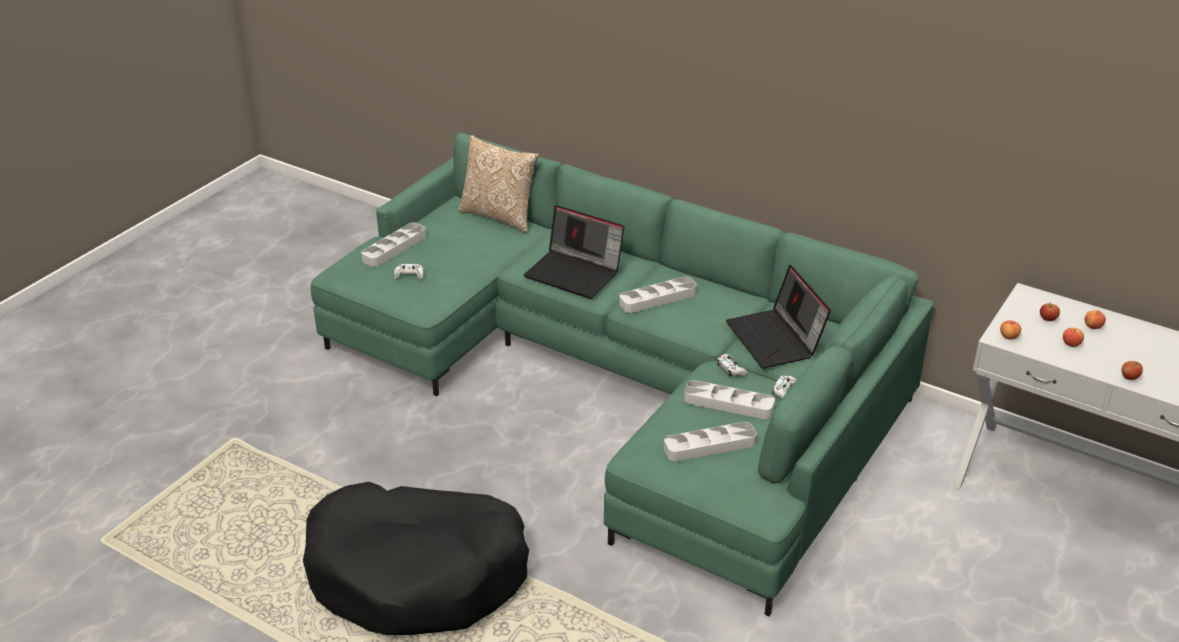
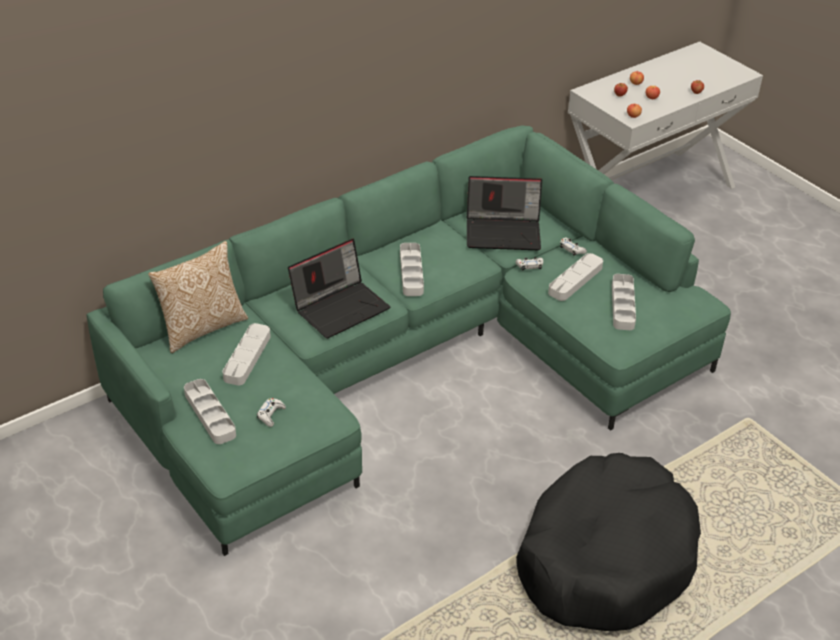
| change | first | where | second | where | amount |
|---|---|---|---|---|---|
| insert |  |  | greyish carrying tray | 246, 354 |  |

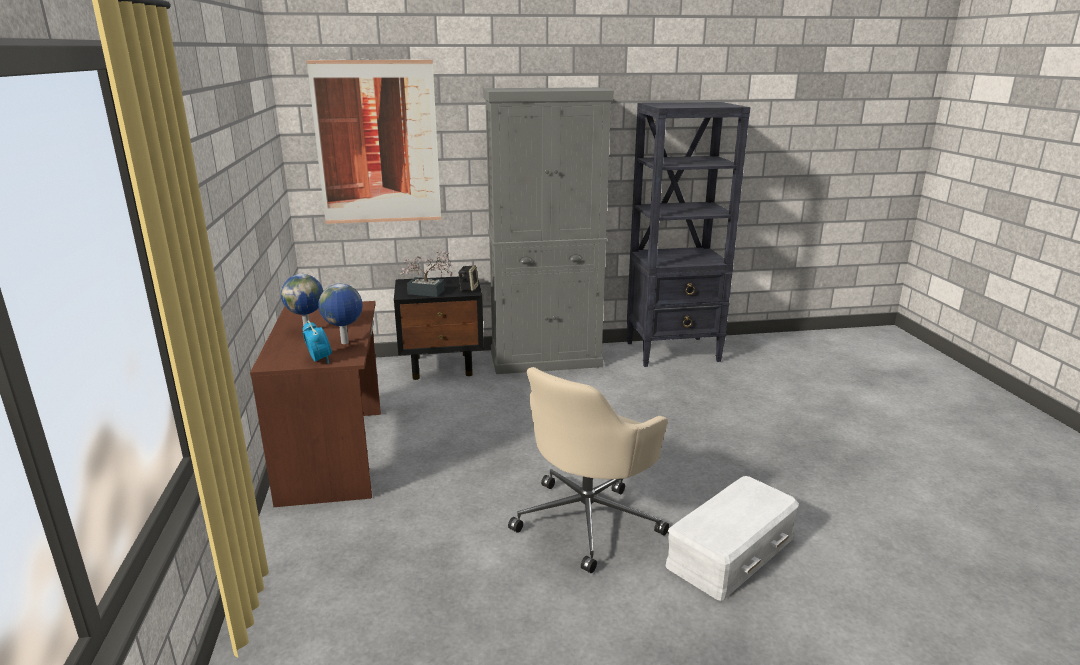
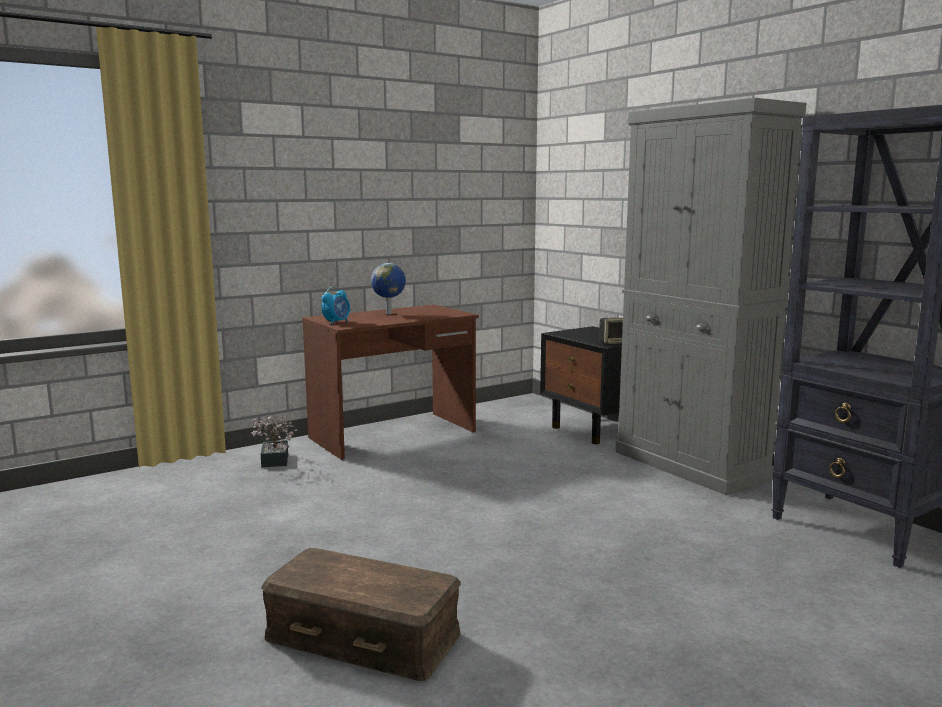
| change | first | where | second | where | amount |
|---|---|---|---|---|---|
| delete | wall art | 373, 141 |  |  |  |
| delete | world globe | 340, 314 |  |  |  |
| move | plant in a pot | 426, 273 |  | 274, 441 |  |
| delete | beige-coloured computer chair | 588, 470 |  |  |  |
| recolor | white storage container | 732, 538 | brown storage container | 361, 614 |  |

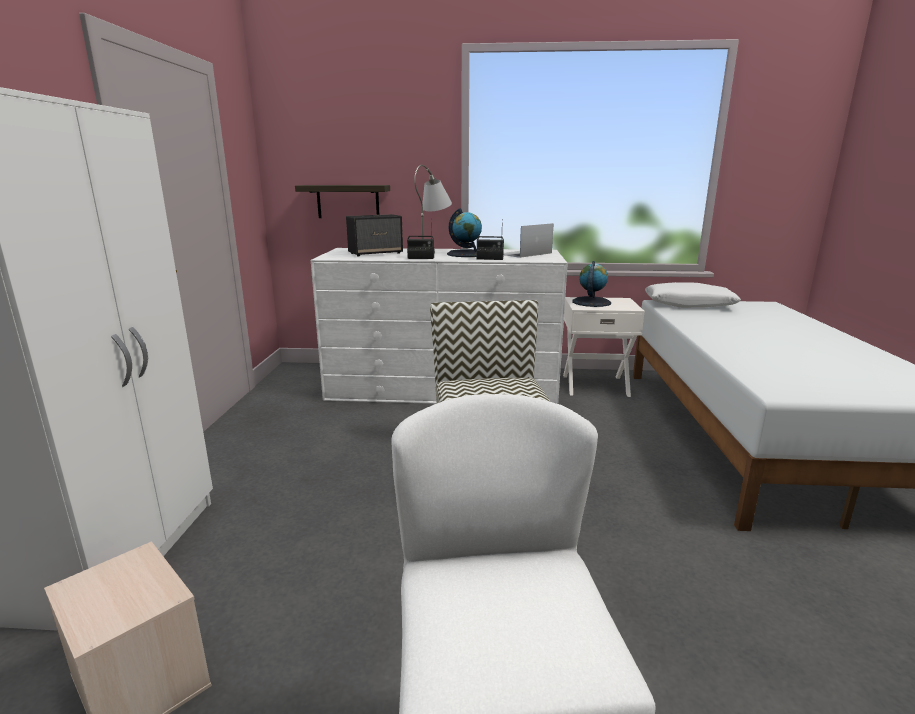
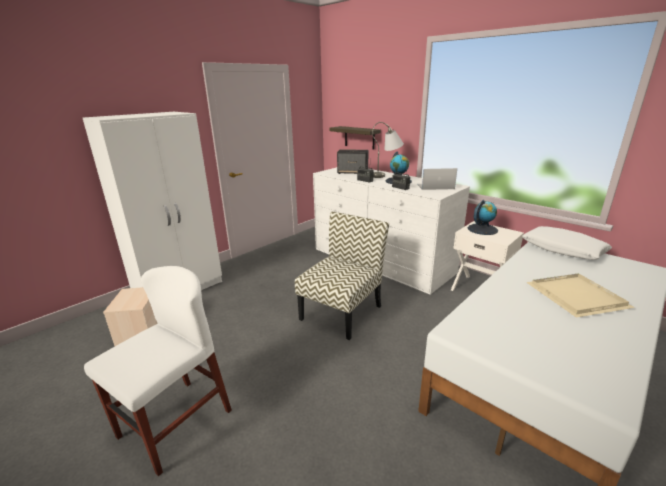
| change | first | where | second | where | amount |
|---|---|---|---|---|---|
| insert |  |  | beige-coloured carrying tray | 580, 295 |  |

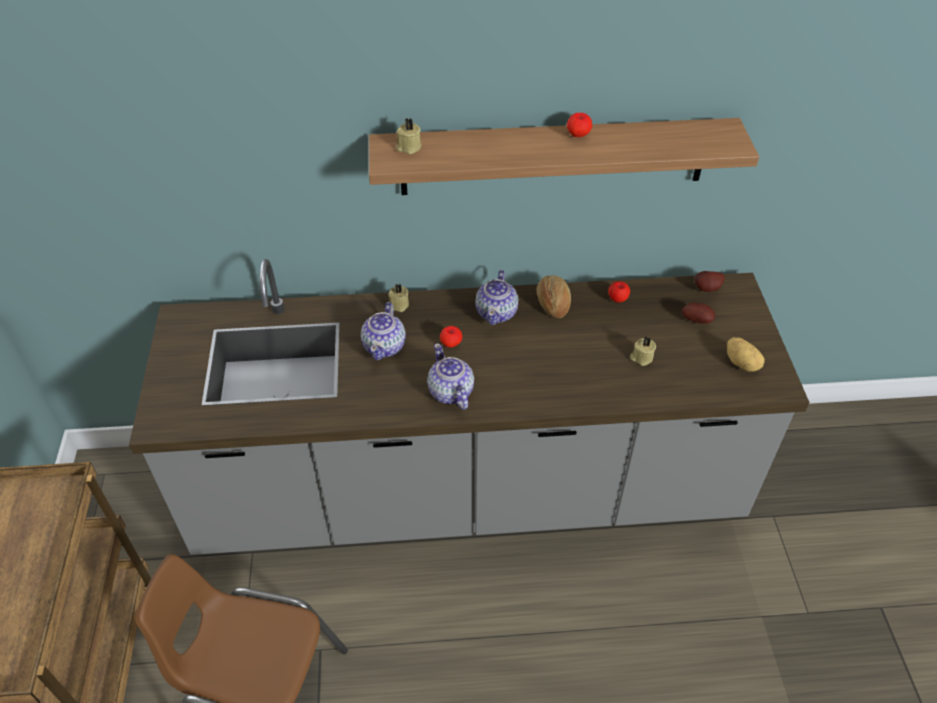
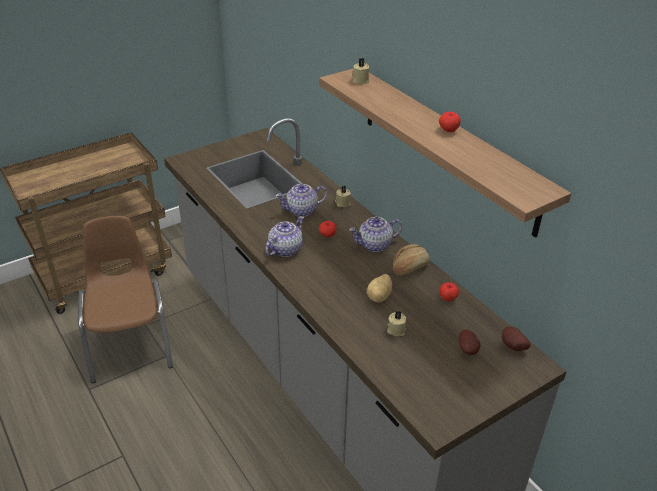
| change | first | where | second | where | amount |
|---|---|---|---|---|---|
| move | whole potato | 746, 354 |  | 379, 288 |  |

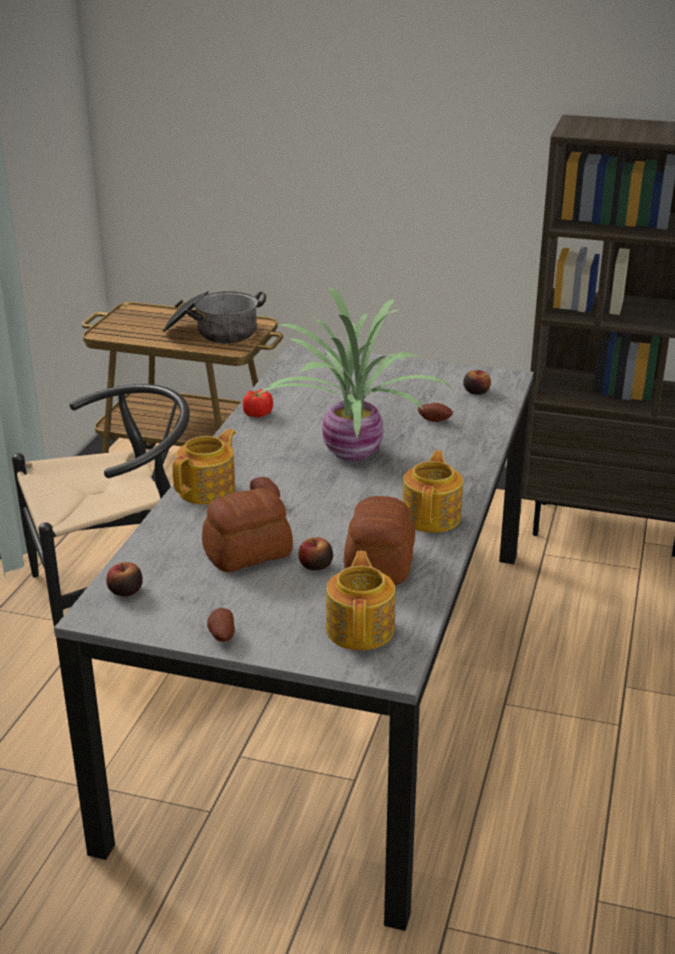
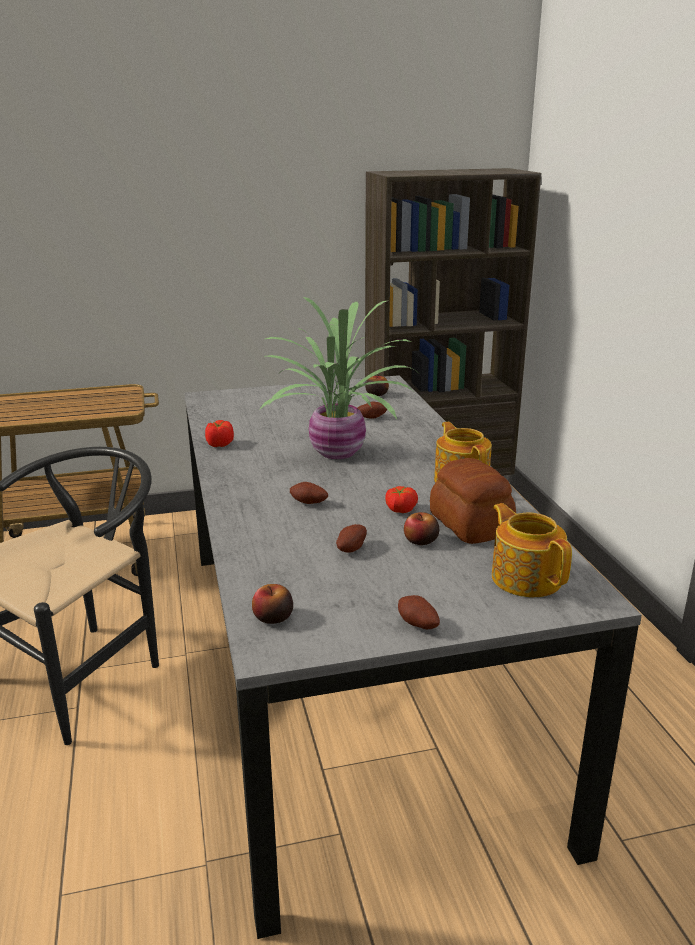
| change | first | where | second | where | amount |
|---|---|---|---|---|---|
| delete | cooking pot | 214, 317 |  |  |  |
| delete | tea pot | 204, 467 |  |  |  |
| replace | baked bread | 247, 530 | whole potato | 351, 538 |  |
| insert |  |  | tomato | 401, 499 |  |

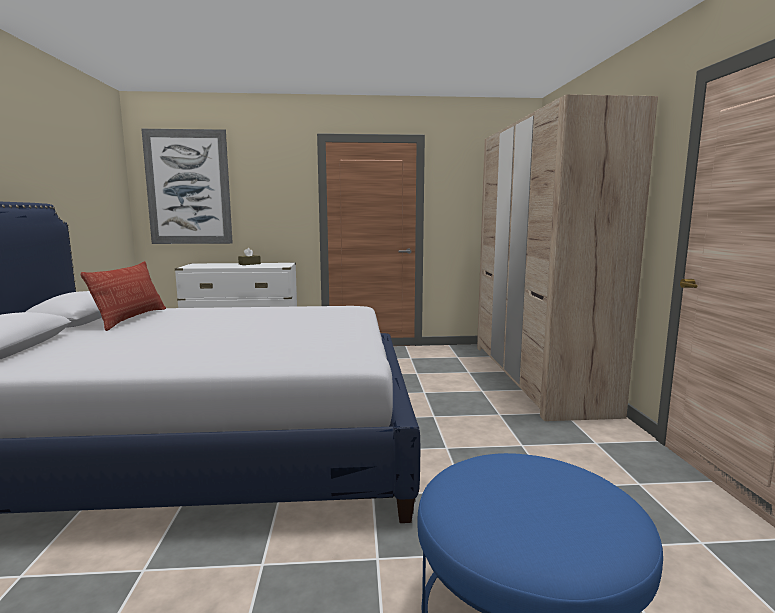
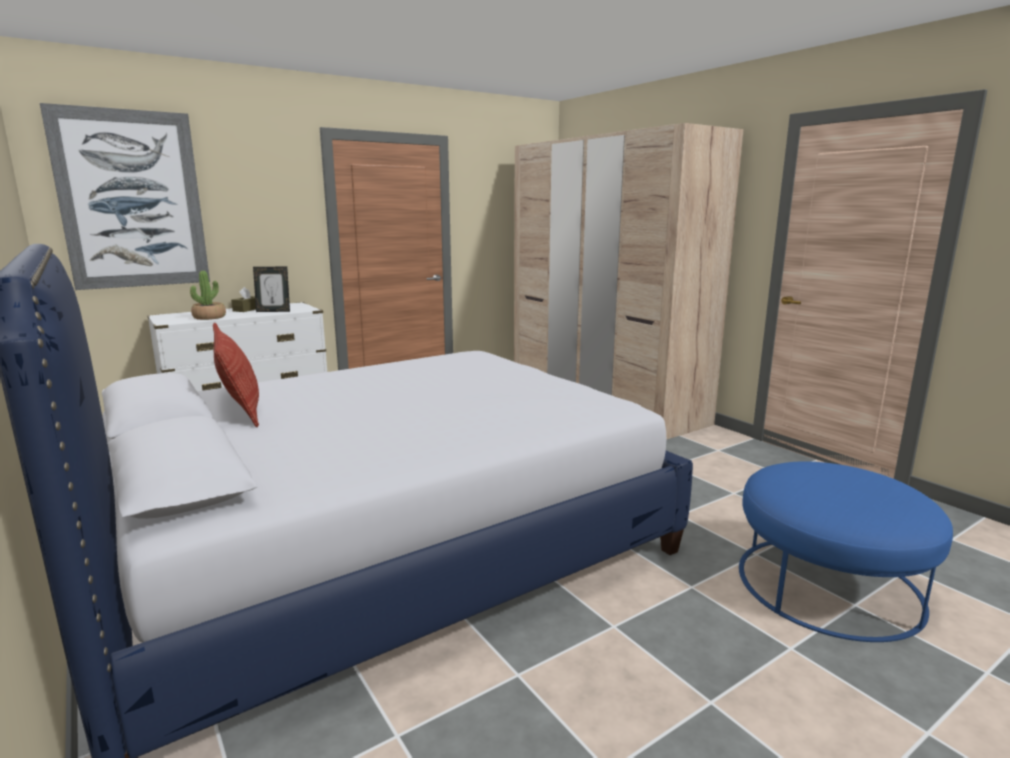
| change | first | where | second | where | amount |
|---|---|---|---|---|---|
| insert |  |  | plant in a pot | 208, 295 |  |
| insert |  |  | standing frame | 271, 289 |  |

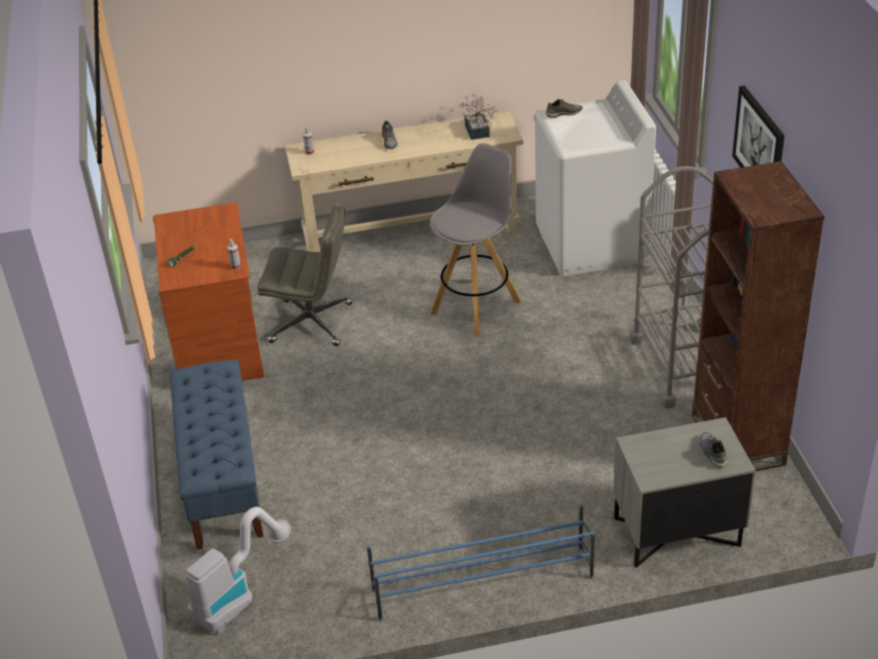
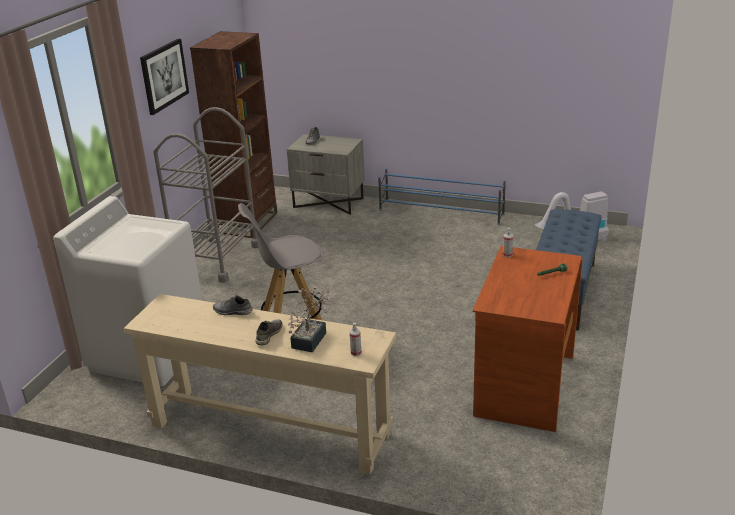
| change | first | where | second | where | amount |
|---|---|---|---|---|---|
| delete | greyish computer chair | 304, 275 |  |  |  |
| move | plant in a pot | 478, 117 |  | 310, 319 |  |
| move | greyish item of footwear | 564, 108 |  | 233, 305 |  |

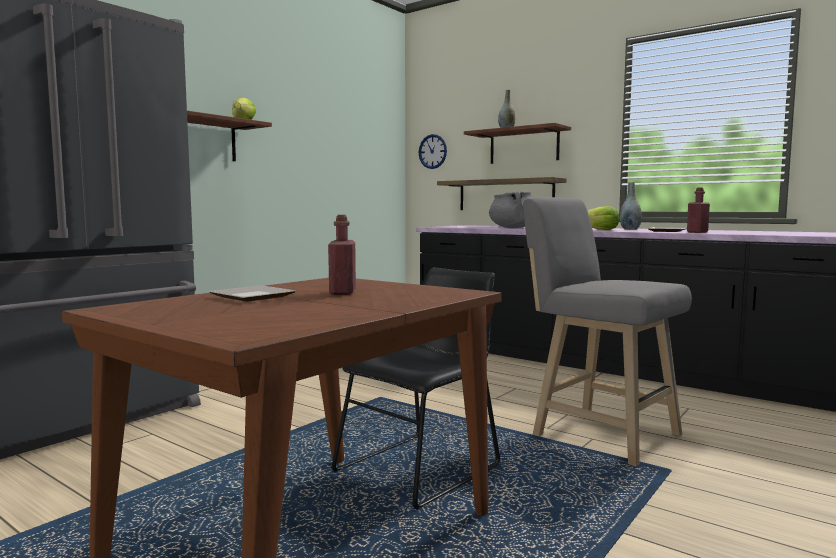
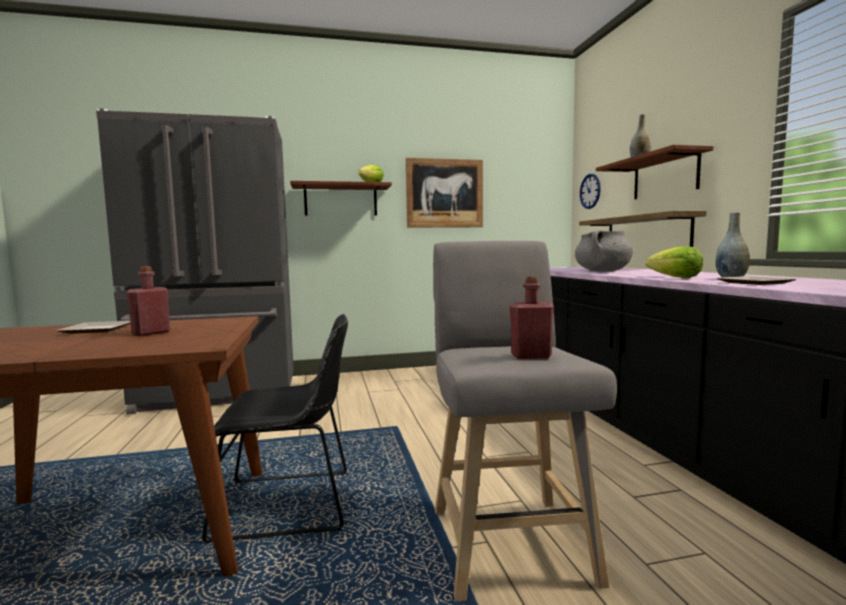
| change | first | where | second | where | amount |
|---|---|---|---|---|---|
| move | red drink bottle | 698, 210 |  | 532, 317 |  |
| insert |  |  | wall art | 444, 193 |  |

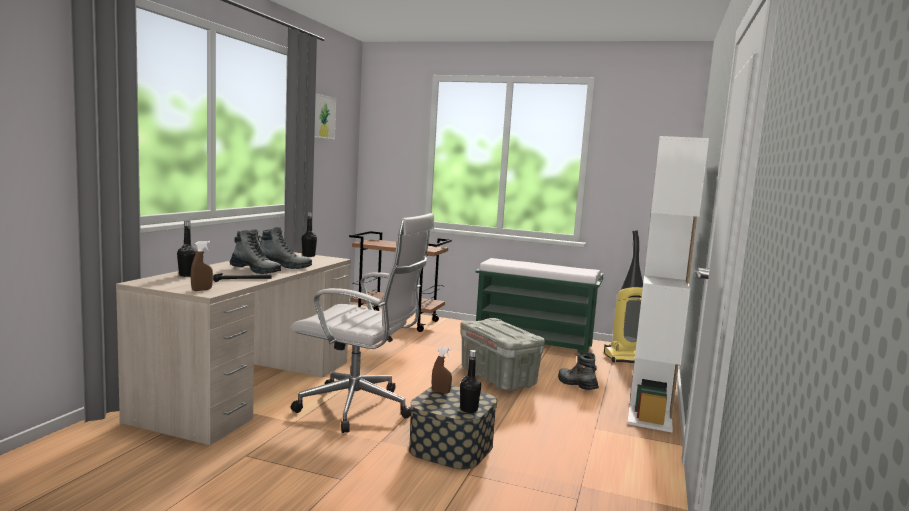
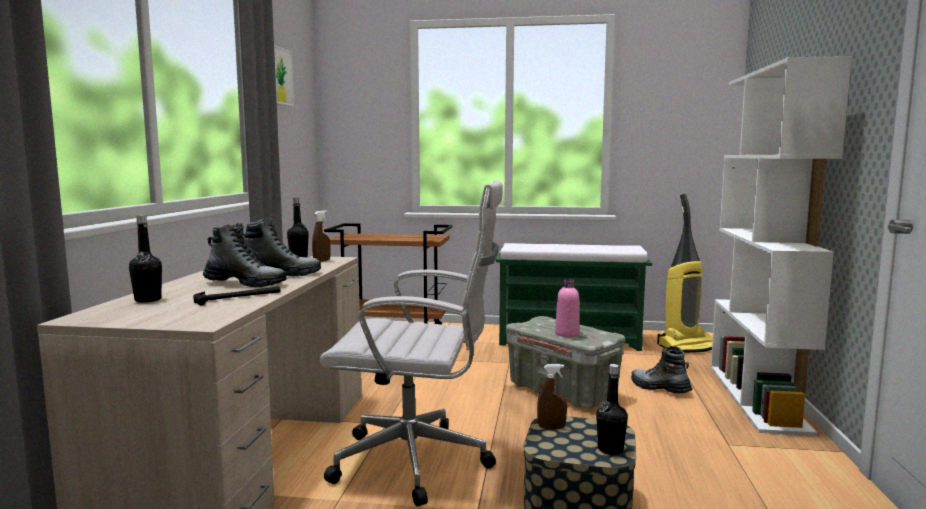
| change | first | where | second | where | amount |
|---|---|---|---|---|---|
| move | brown hand sprayer | 202, 266 |  | 321, 236 |  |
| insert |  |  | pinkish drink bottle | 567, 308 |  |

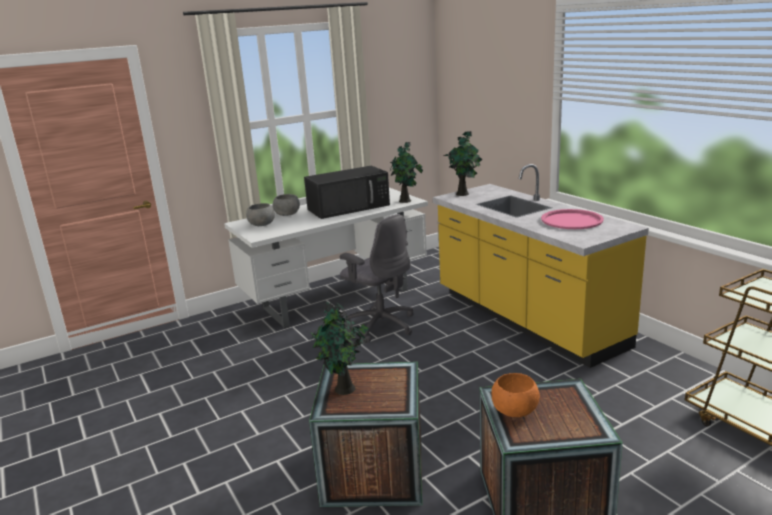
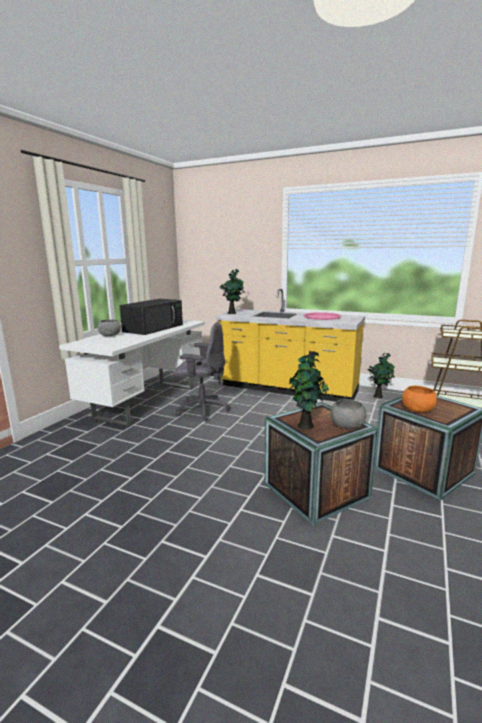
| change | first | where | second | where | amount |
|---|---|---|---|---|---|
| move | greyish serving bowl | 260, 214 |  | 349, 414 |  |
| move | plant in a pot | 406, 172 |  | 380, 375 |  |

